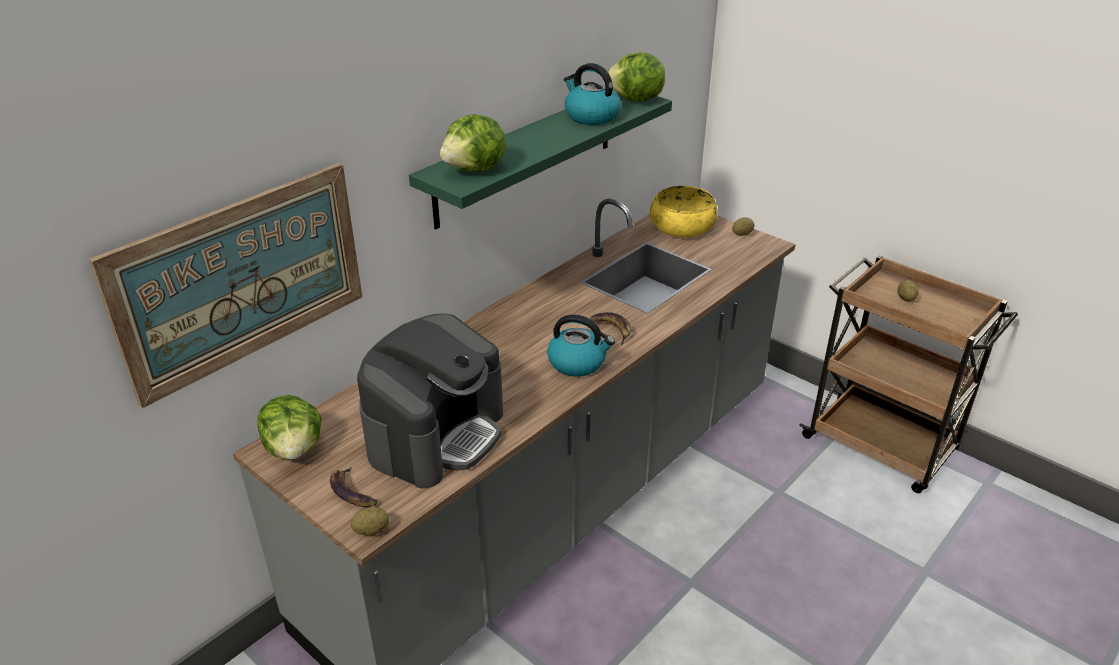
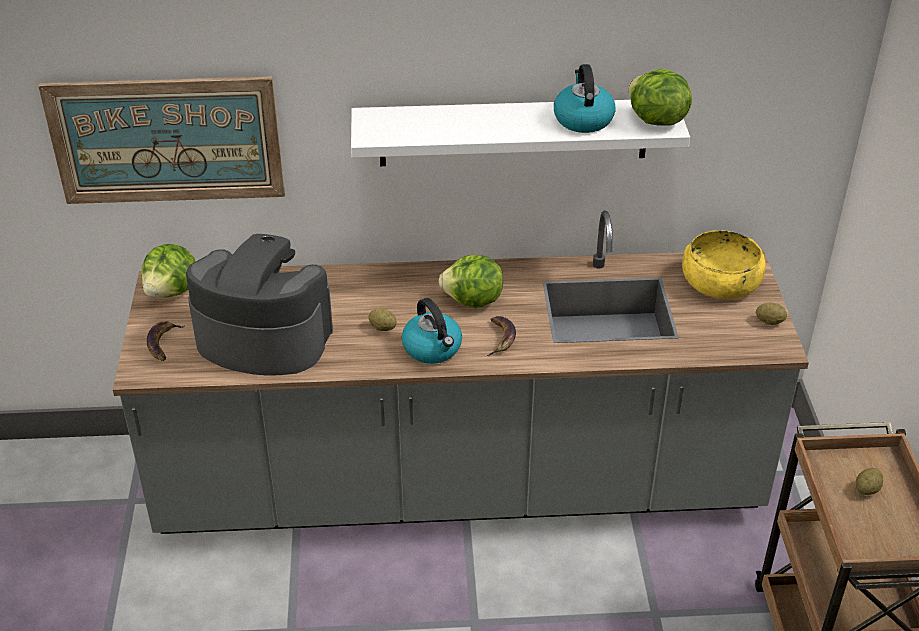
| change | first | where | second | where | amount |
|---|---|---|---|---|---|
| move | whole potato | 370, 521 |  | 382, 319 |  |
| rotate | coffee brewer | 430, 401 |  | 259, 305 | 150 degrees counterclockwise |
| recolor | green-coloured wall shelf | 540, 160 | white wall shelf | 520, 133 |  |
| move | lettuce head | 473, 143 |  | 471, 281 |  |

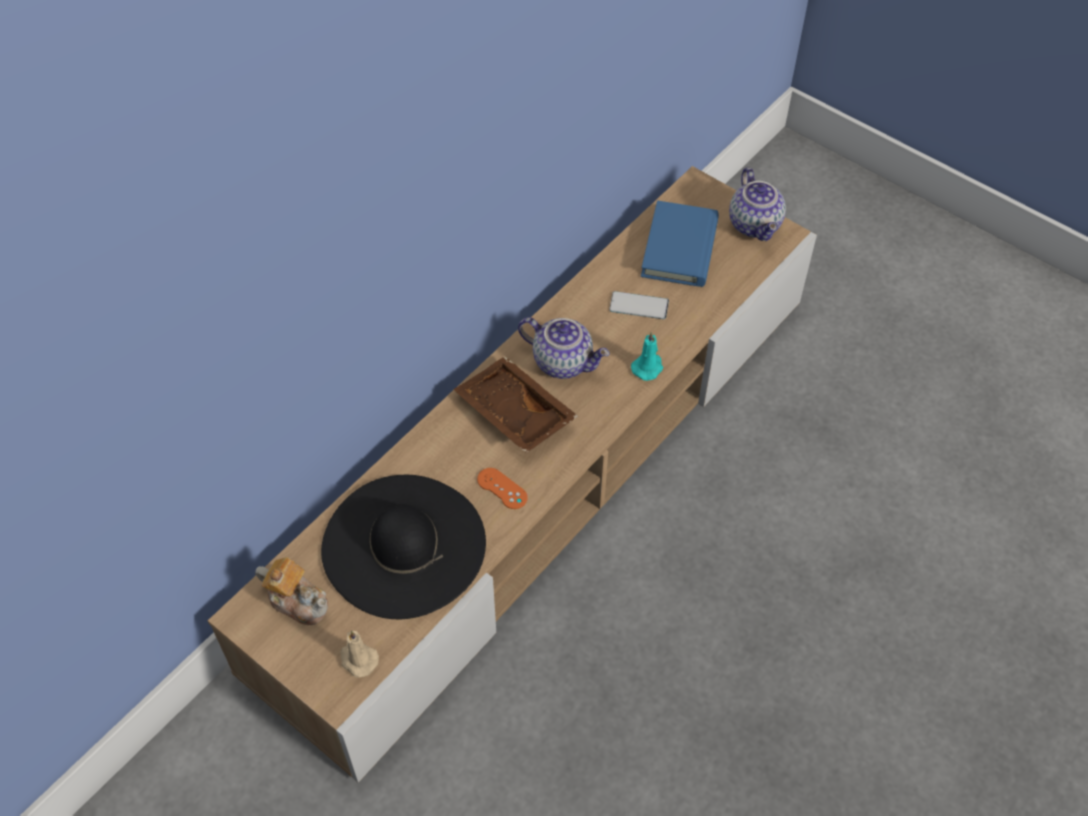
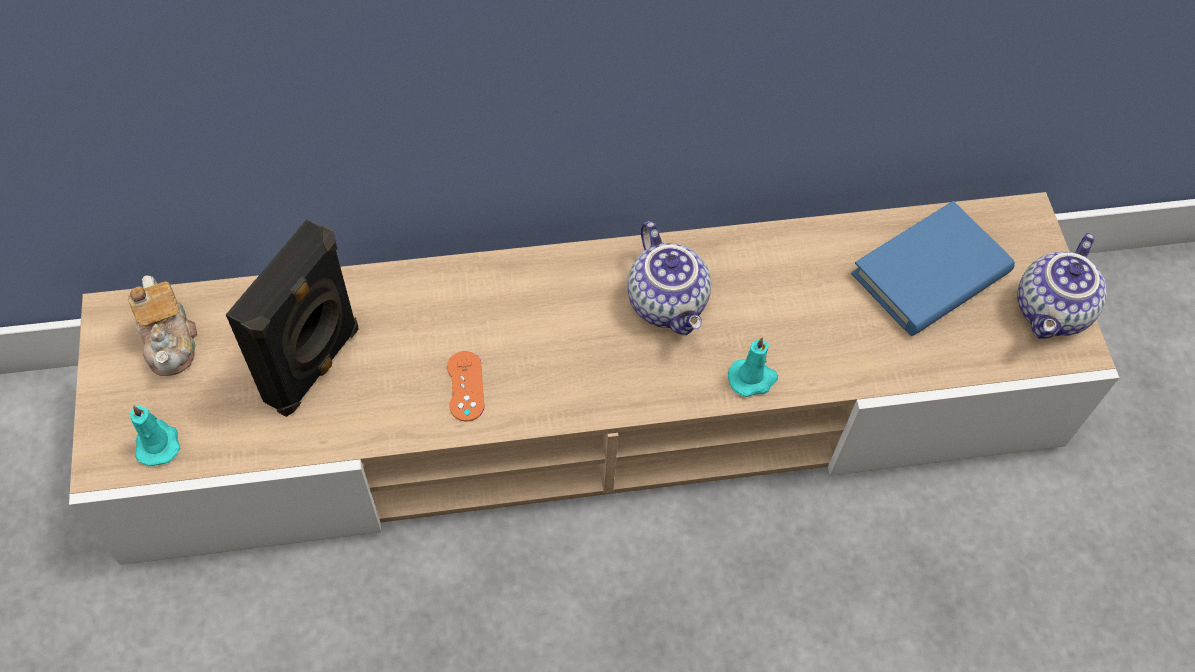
| change | first | where | second | where | amount |
|---|---|---|---|---|---|
| replace | black-coloured hat | 403, 547 | black-coloured audio speaker | 292, 318 |  |
| recolor | beige-coloured wax light | 359, 654 | blue-green wax light | 155, 435 |  |
| delete | brown carrying tray | 515, 404 |  |  |  |
| delete | handset | 639, 305 |  |  |  |

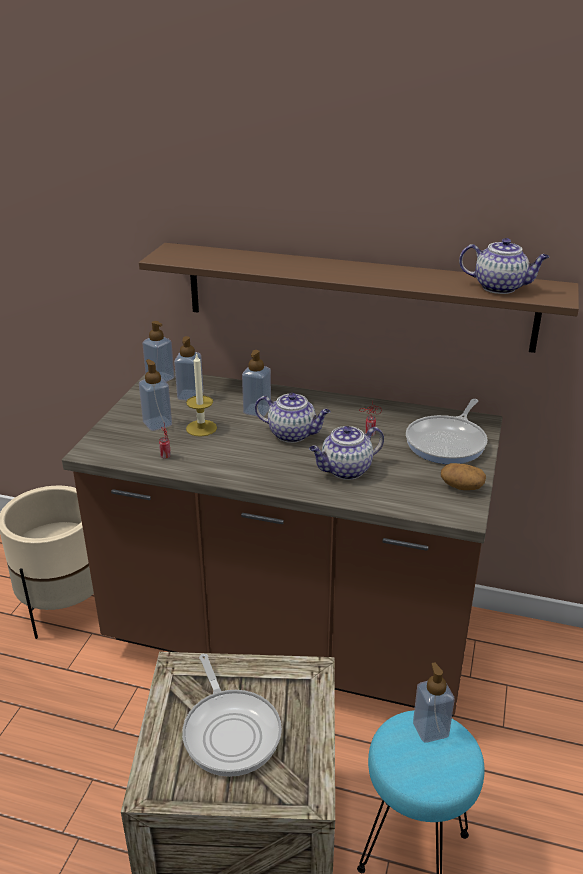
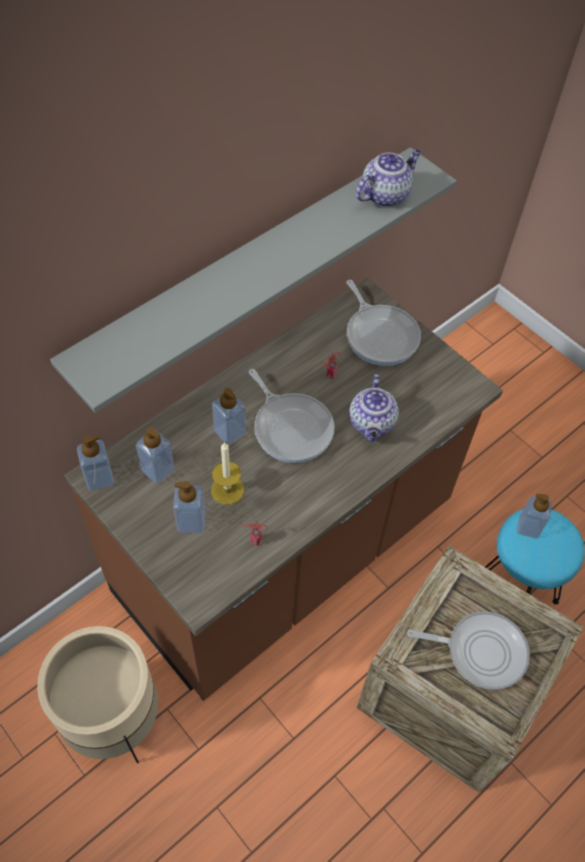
| change | first | where | second | where | amount |
|---|---|---|---|---|---|
| recolor | brown wall shelf | 359, 298 | greyish wall shelf | 253, 280 |  |
| replace | tea pot | 293, 418 | pan | 292, 416 |  |
| delete | whole potato | 463, 476 |  |  |  |

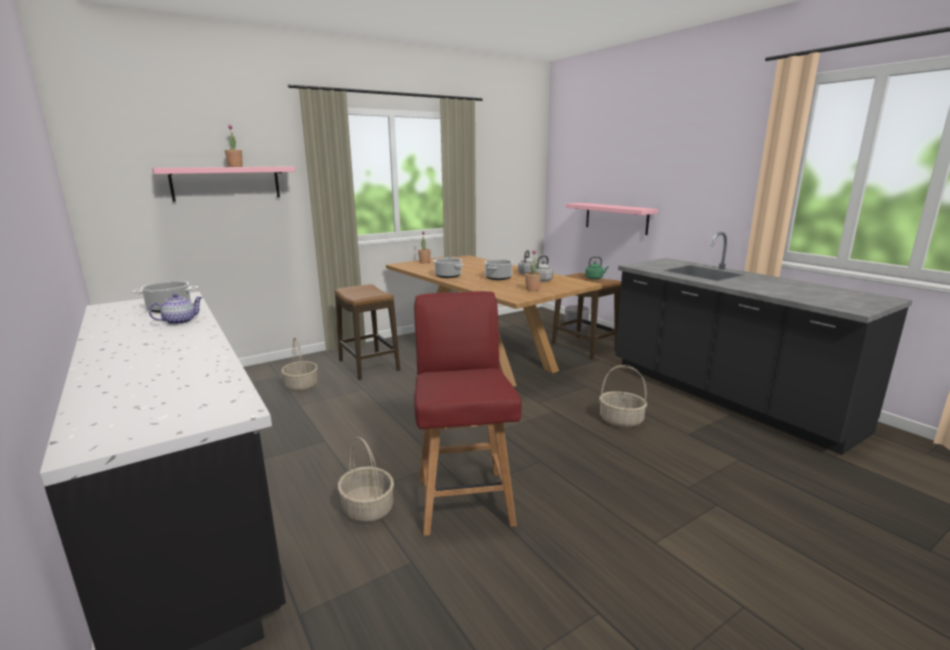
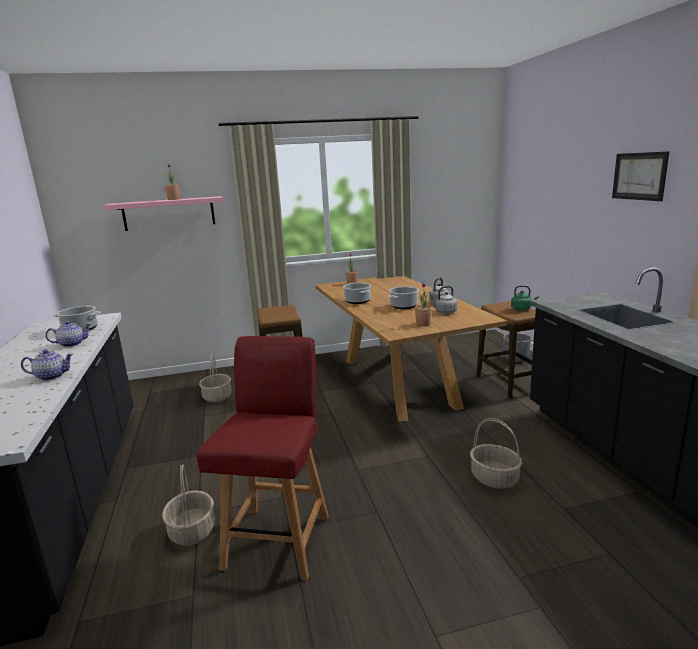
| change | first | where | second | where | amount |
|---|---|---|---|---|---|
| delete | pinkish wall shelf | 612, 219 |  |  |  |
| insert |  |  | tea pot | 47, 365 |  |
| insert |  |  | wall art | 641, 176 |  |

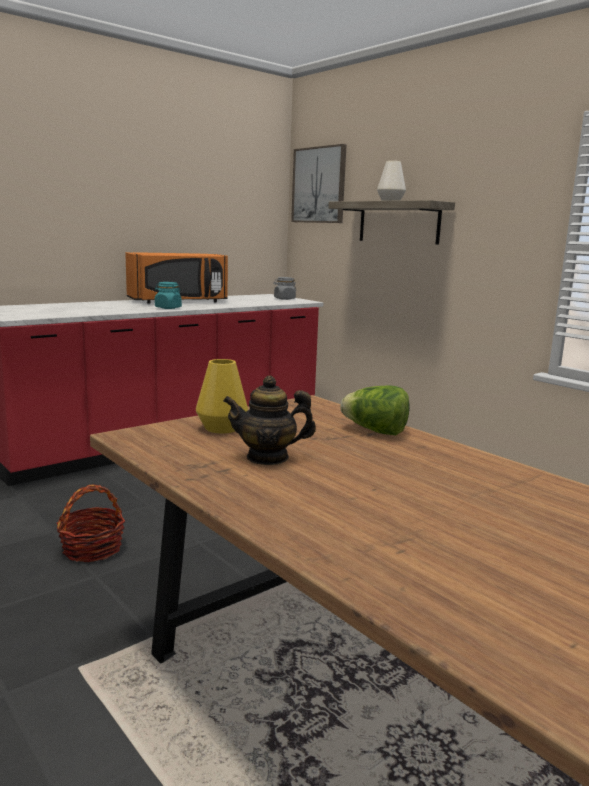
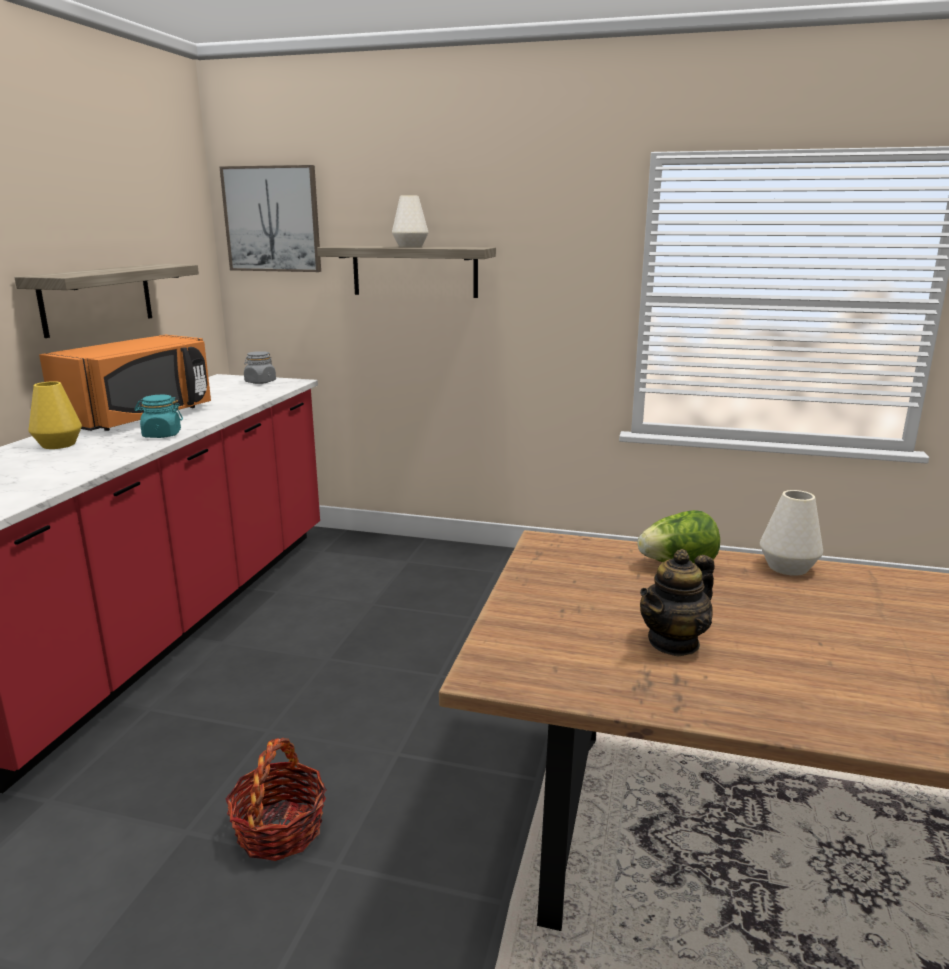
| change | first | where | second | where | amount |
|---|---|---|---|---|---|
| move | yellow-coloured flower vase | 222, 396 |  | 55, 415 |  |
| insert |  |  | wall shelf | 106, 301 |  |
| insert |  |  | white flower vase | 791, 533 |  |

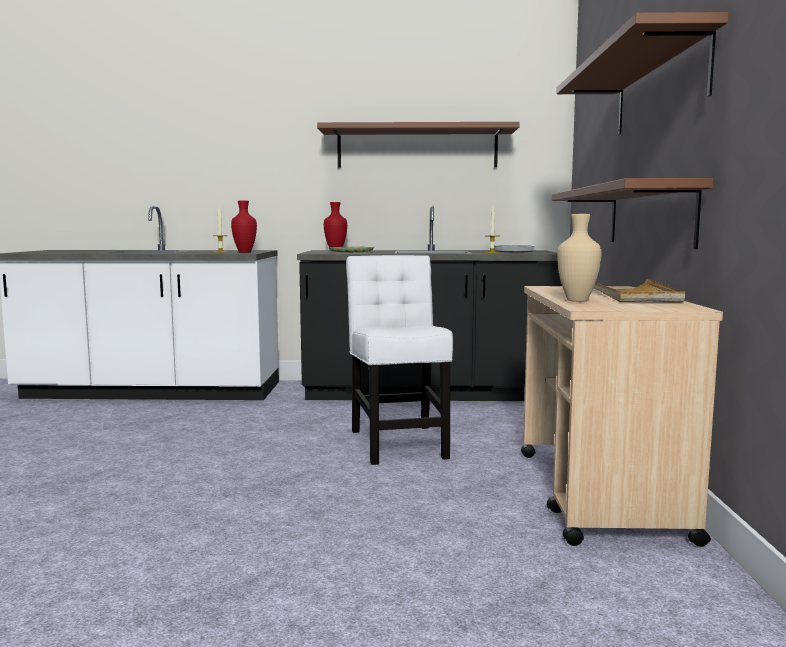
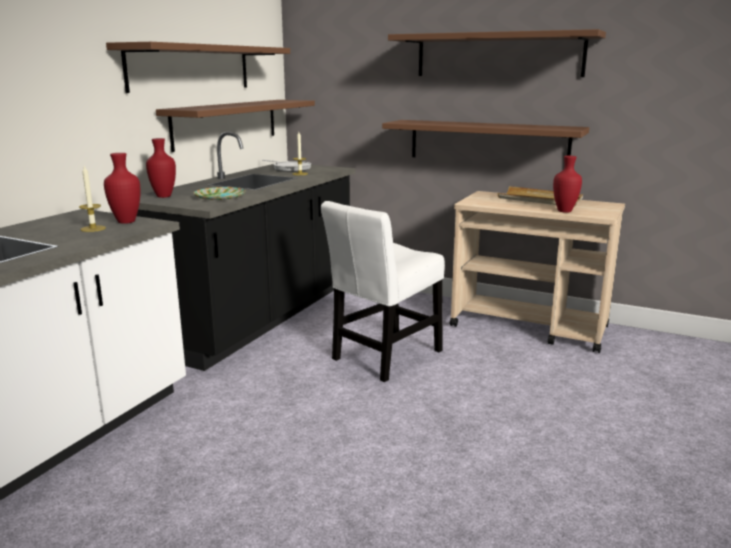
| change | first | where | second | where | amount |
|---|---|---|---|---|---|
| rotate | white chair | 399, 360 |  | 383, 291 | 60 degrees counterclockwise |
| recolor | beige-coloured flower vase | 579, 258 | red flower vase | 567, 184 |  |
| insert |  |  | brown wall shelf | 235, 126 |  |

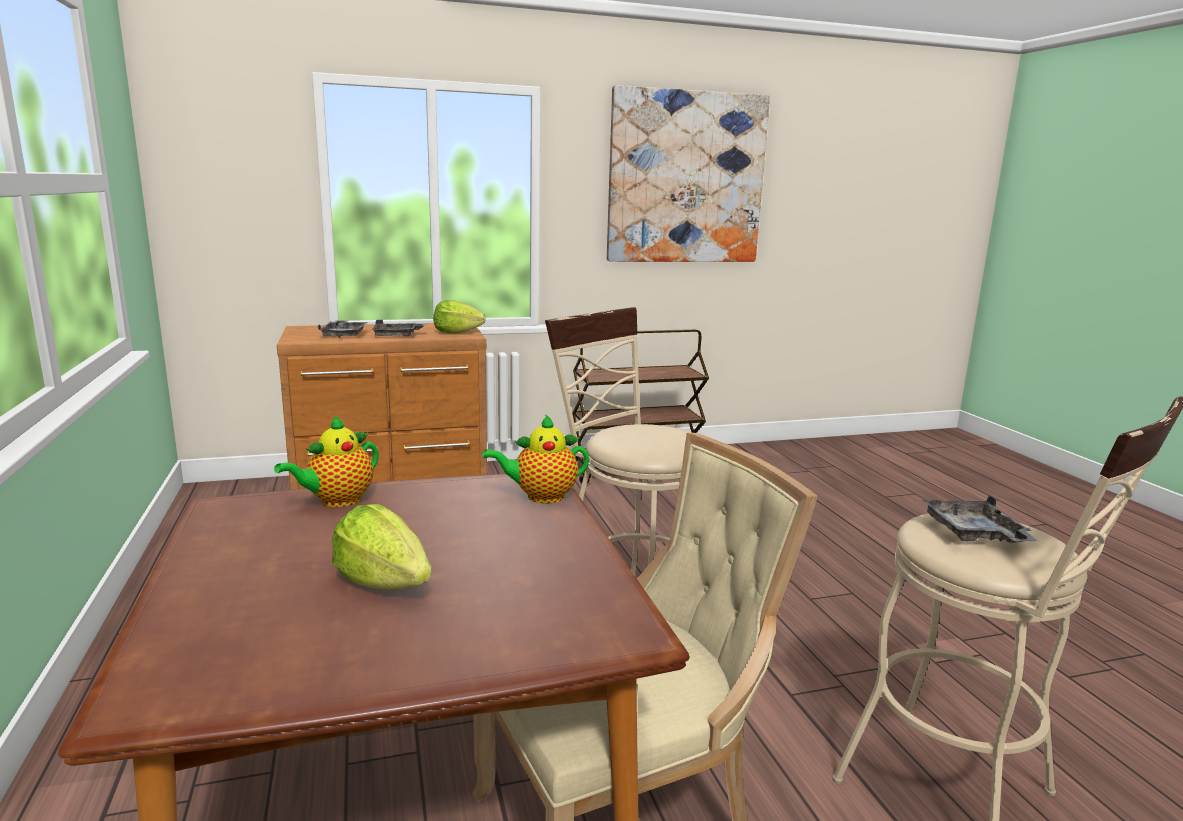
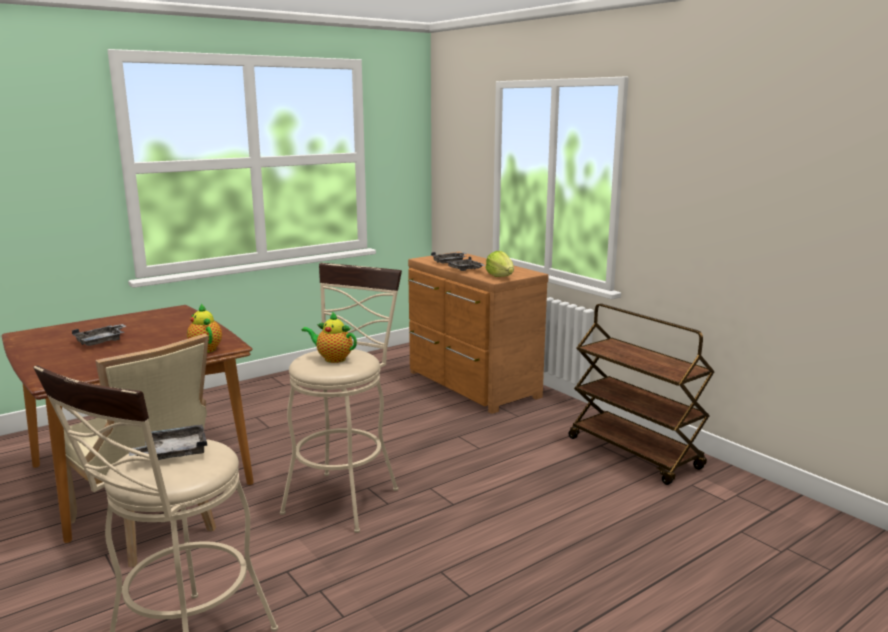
| change | first | where | second | where | amount |
|---|---|---|---|---|---|
| move | tea pot | 326, 461 |  | 329, 337 |  |
| replace | lettuce head | 382, 547 | greyish carrying tray | 99, 335 |  |
| delete | wall art | 688, 173 |  |  |  |

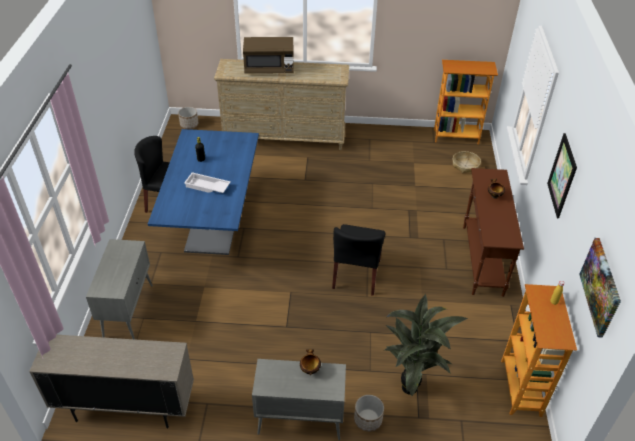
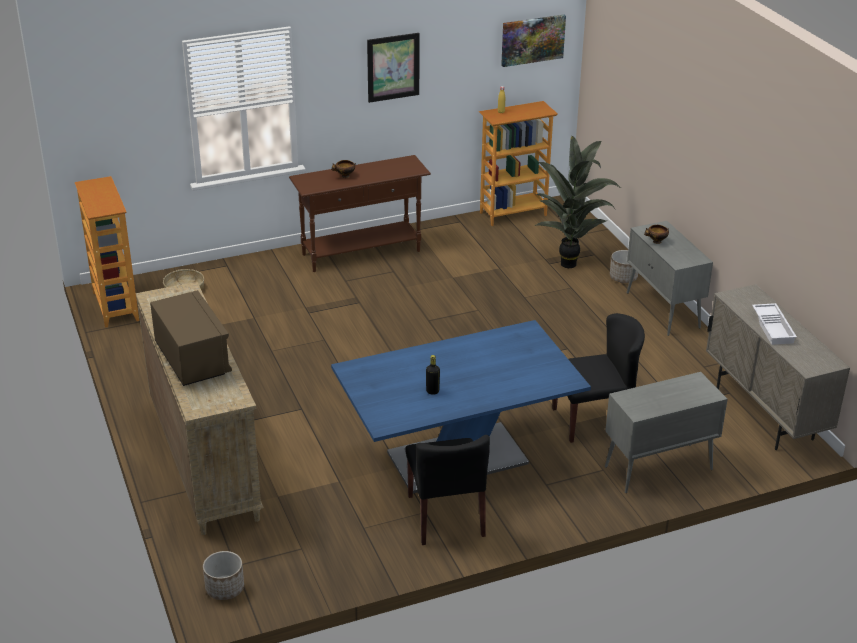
| change | first | where | second | where | amount |
|---|---|---|---|---|---|
| move | white carrying tray | 207, 182 |  | 774, 324 |  |
| move | black-coloured chair | 358, 260 |  | 598, 378 |  |

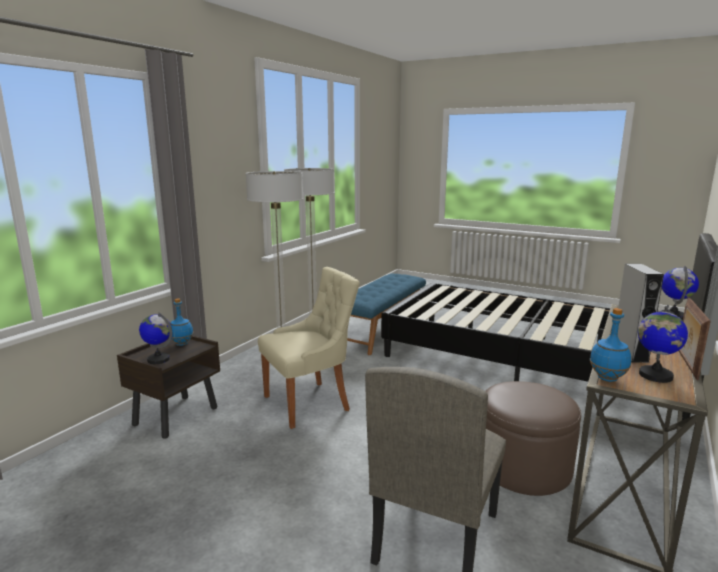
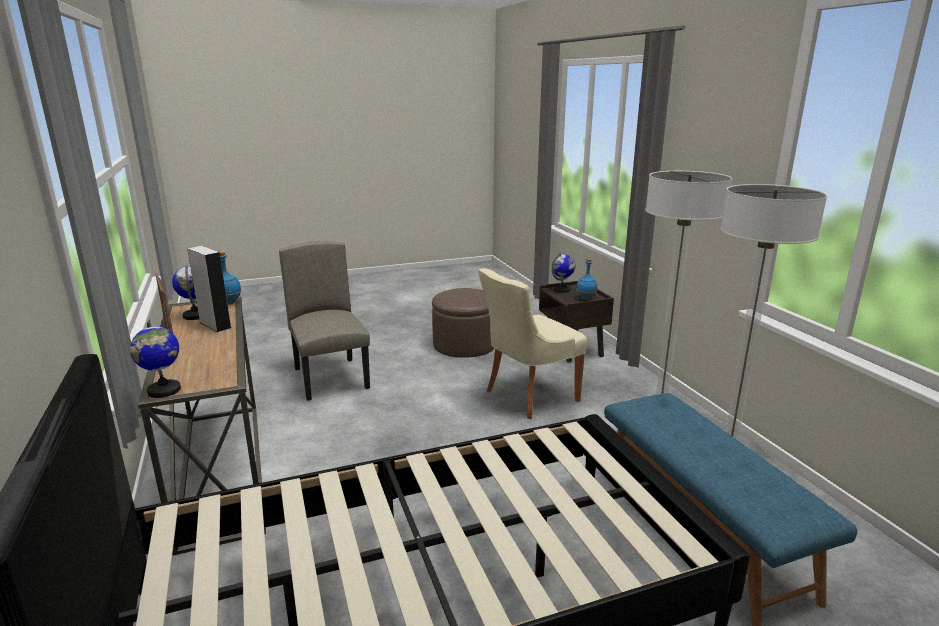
| change | first | where | second | where | amount |
|---|---|---|---|---|---|
| rotate | beige-coloured chair | 309, 348 |  | 533, 343 | 45 degrees clockwise |
| move | brown ottoman | 533, 438 |  | 463, 323 |  |

